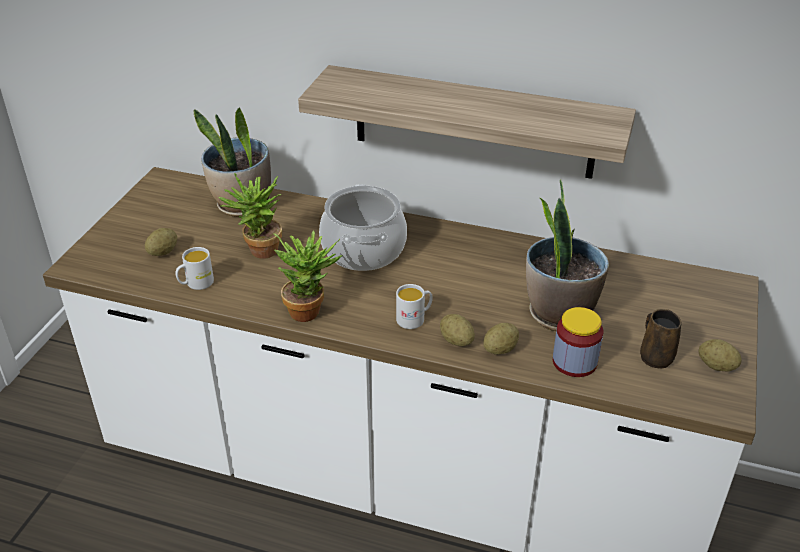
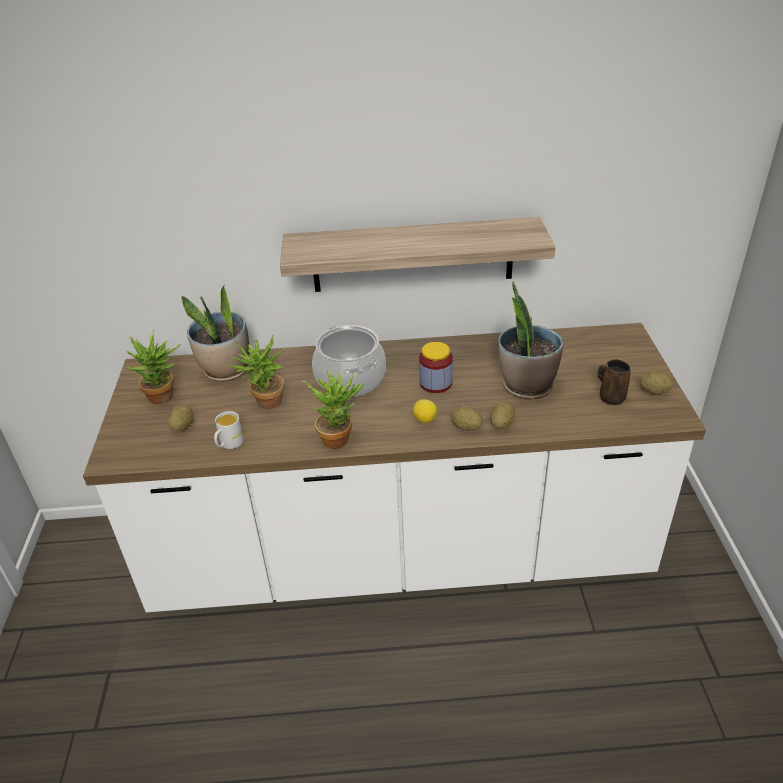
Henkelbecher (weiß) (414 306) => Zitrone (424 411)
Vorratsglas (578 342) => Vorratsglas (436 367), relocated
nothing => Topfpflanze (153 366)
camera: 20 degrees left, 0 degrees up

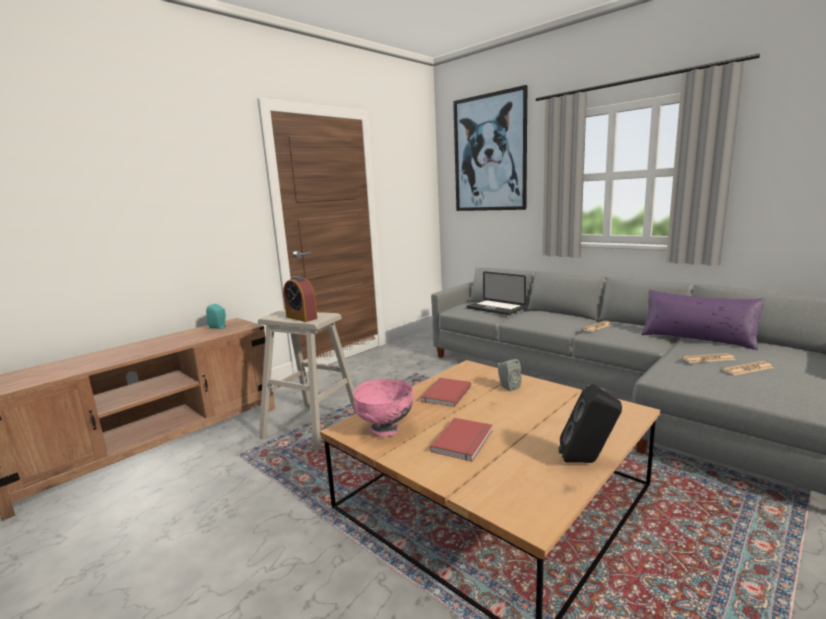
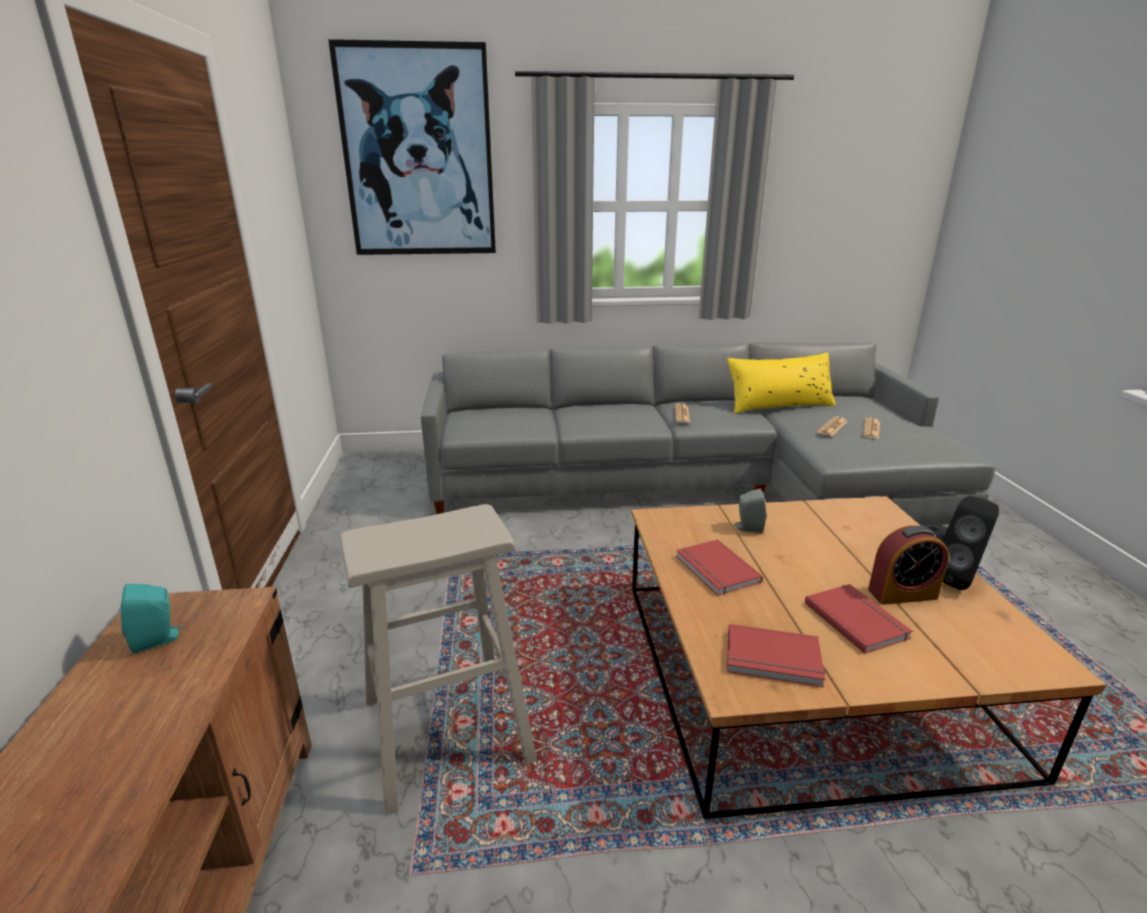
Wecker (300 299) => Wecker (908 565), relocated
Schüssel (rosa) (384 408) => Buch (rot) (776 655)
Laptop (496 293) => nothing
Kissen (lila) (703 320) => Kissen (gelb) (781 383)
camera: 50 degrees left, 10 degrees up

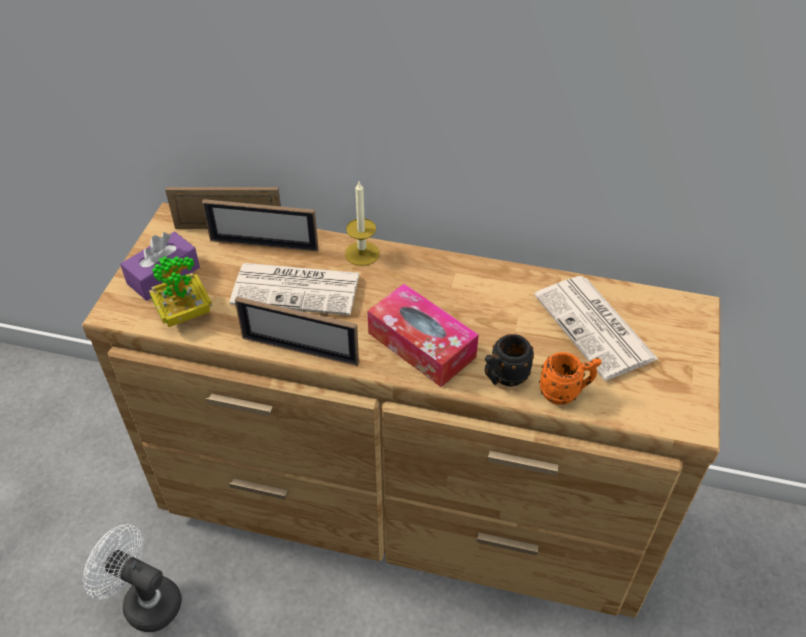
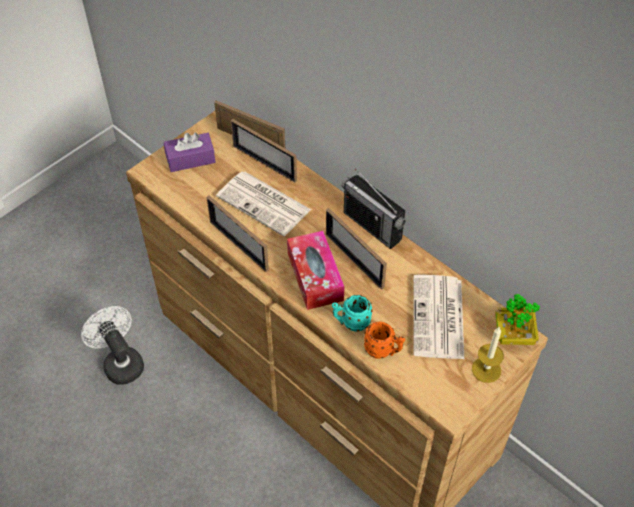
Topfpflanze (180 291) => Topfpflanze (517 319), relocated
Kerze (362 224) => Kerze (488 355), relocated
Henkelbecher (schwarz) (509 360) => Henkelbecher (türkis) (352 313)
nothing => Bilderrahmen (356 249)
nothing => Radio (374 208)
camera: 30 degrees right, 5 degrees up

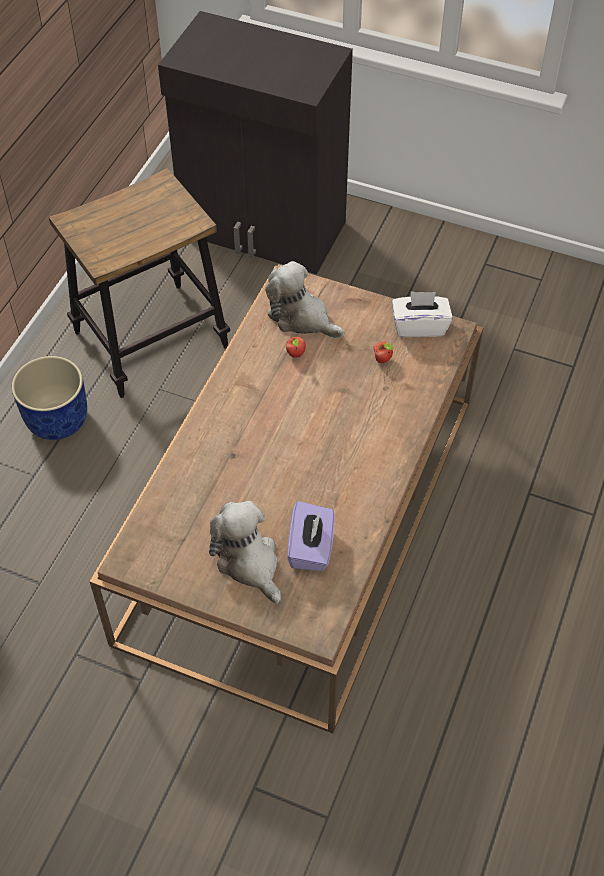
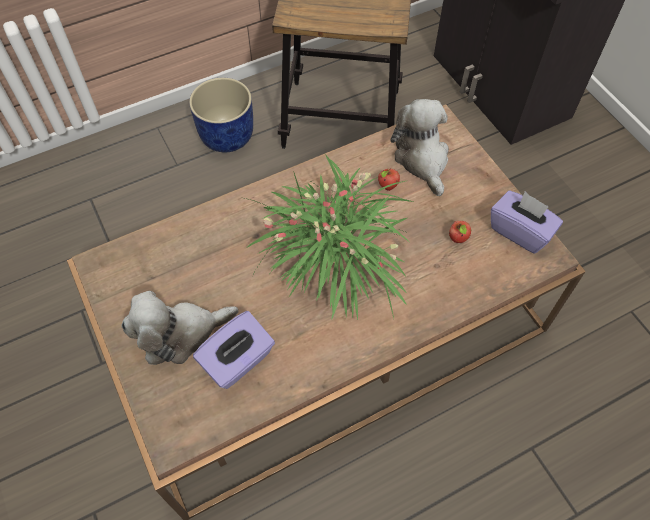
Plüschtier (245 552) => Plüschtier (179 328), 120 degrees counterclockwise
Taschentuchbox (weiß) (422 314) => Taschentuchbox (lila) (527 221)
nothing => Topfpflanze (326 237)
camera: 40 degrees right, 5 degrees up

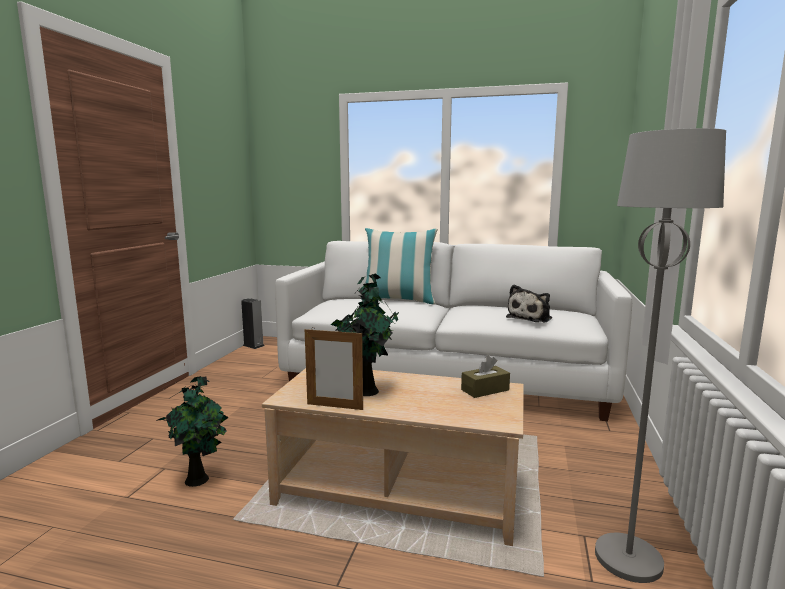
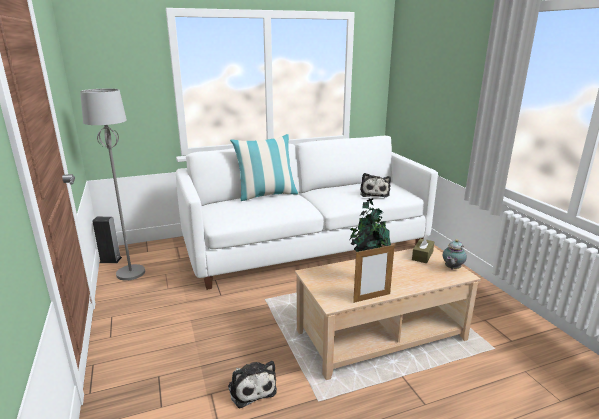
Topfpflanze (192 431) => Plüschtier (252 384)
Stehlampe (grau) (660 355) => Stehlampe (grau) (112 185), relocated
nothing => Teekanne (455 254)
camera: 35 degrees left, 10 degrees up

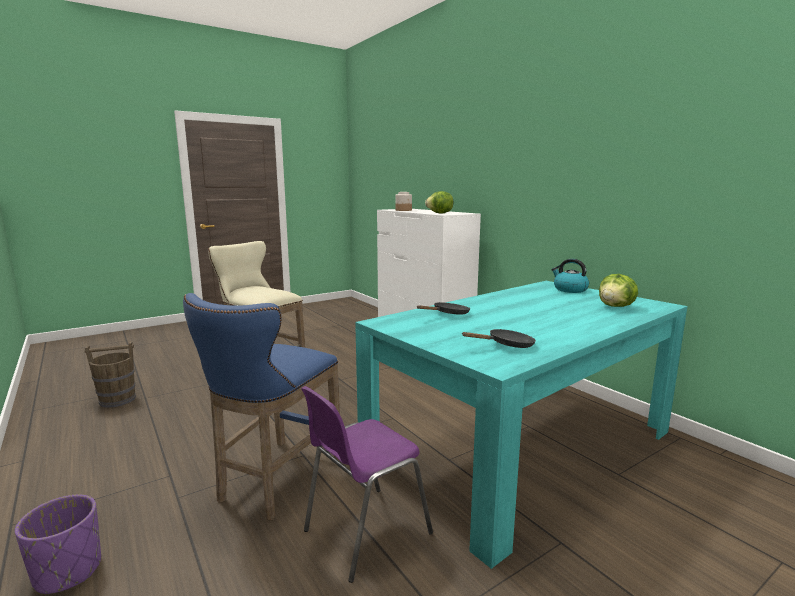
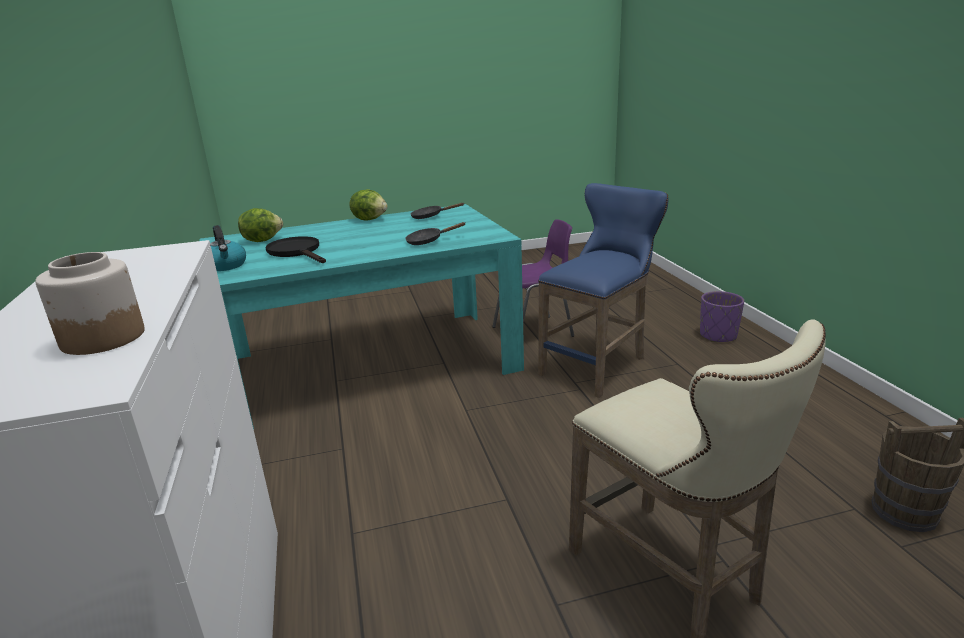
Salatkopf (439 202) => Salatkopf (369 204), relocated
nothing => Pfanne (schwarz) (296 249)
camera: 160 degrees left, 10 degrees up

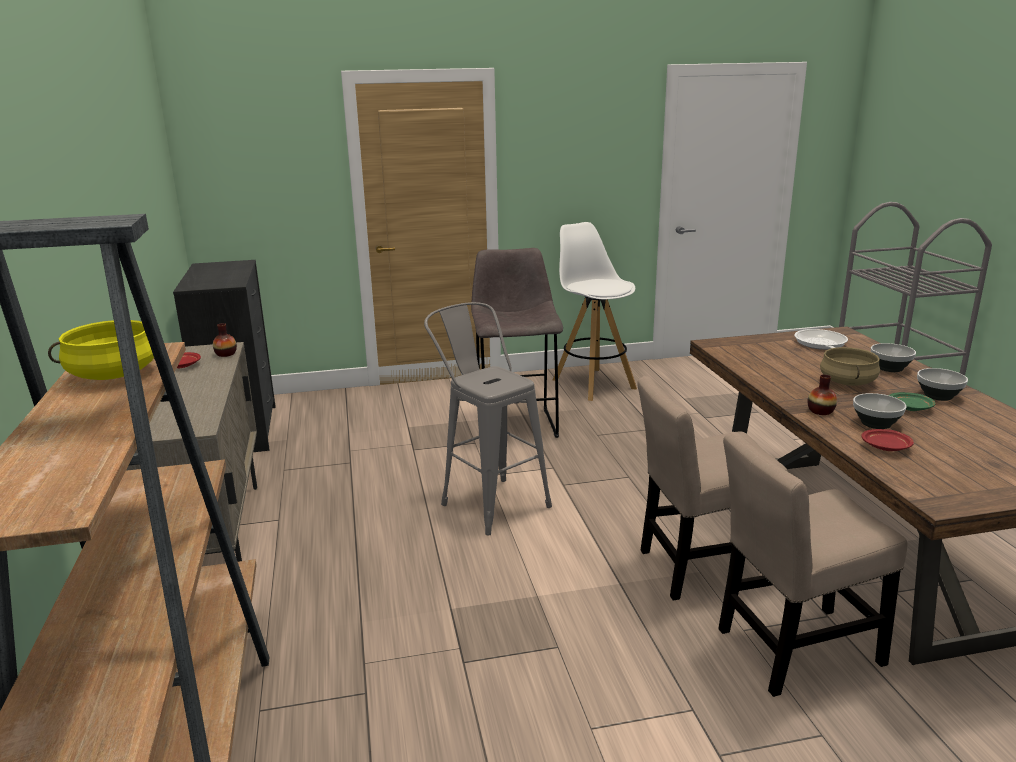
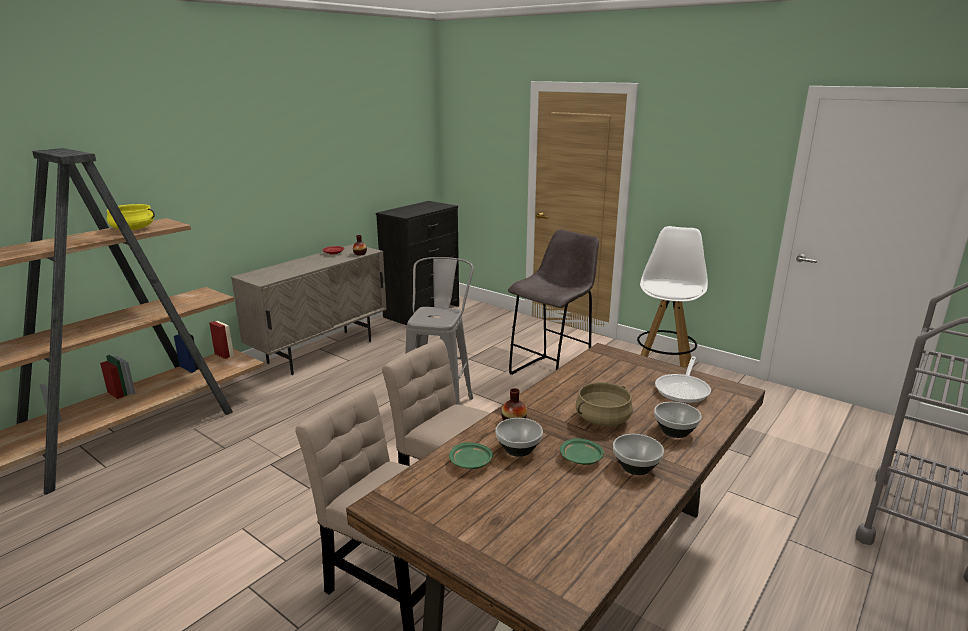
Pfanne (821 339) => Pfanne (683 379), 150 degrees clockwise
Teller (rot) (887 440) => Teller (grün) (471 455)
camera: 50 degrees right, 0 degrees up

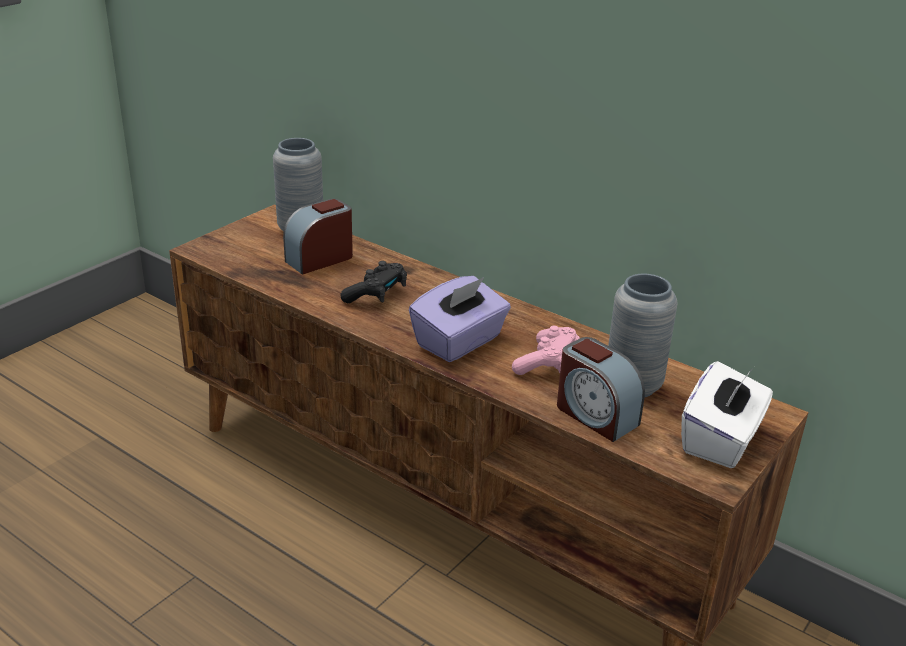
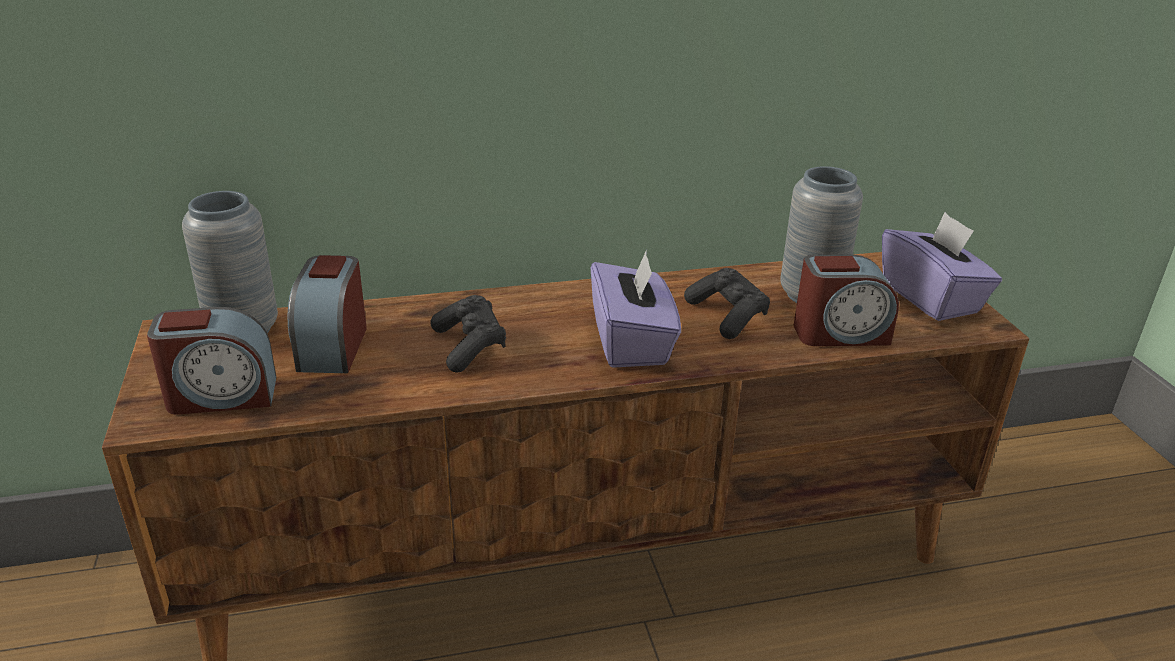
Gamepad (rosa) (546 350) => Gamepad (schwarz) (727 303)
Taschentuchbox (weiß) (727 414) => Taschentuchbox (lila) (942 266)
nothing => Wecker (211 361)
camera: 50 degrees left, 0 degrees up

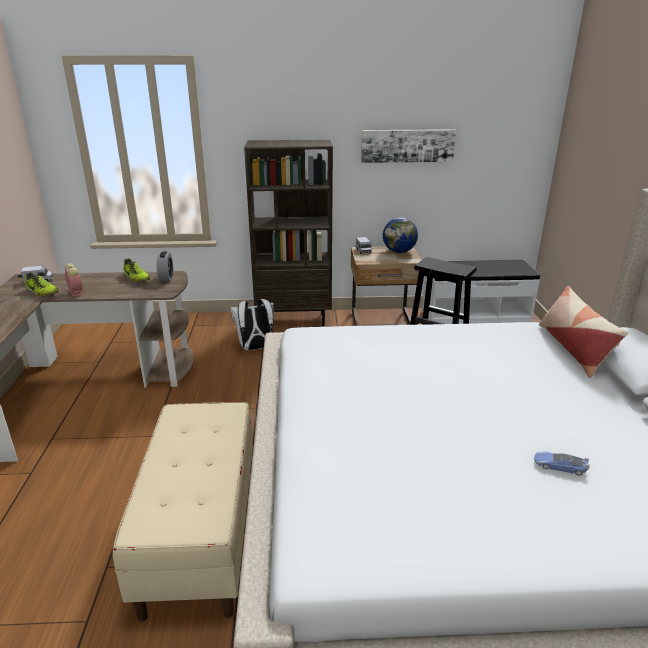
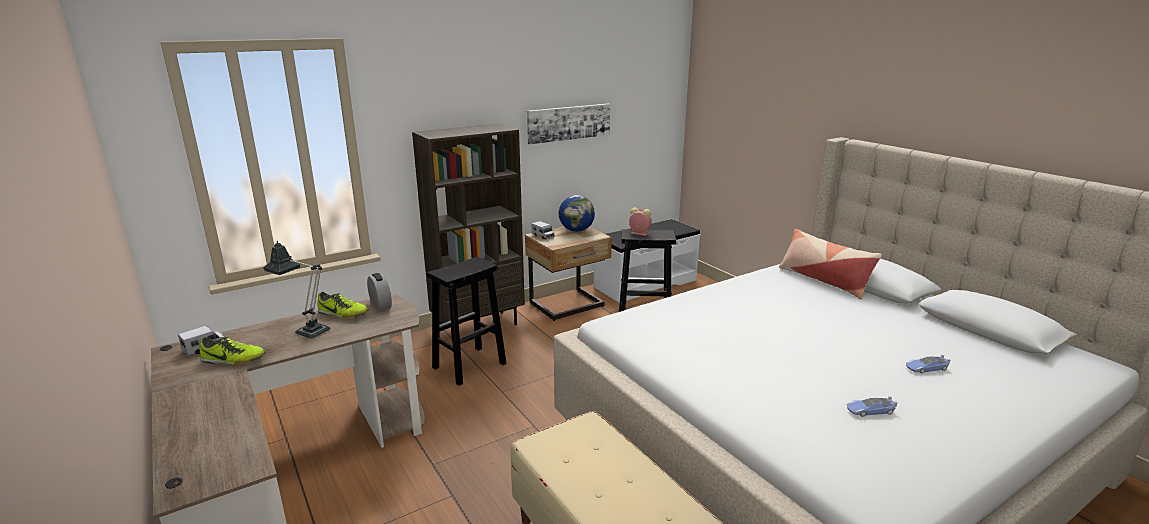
Wecker (73 280) => Wecker (640 221), relocated
Rucksack (weiß) (252 325) => Hocker (schwarz) (466 321)
nothing => Tischlampe (297 290)
nothing => Spielzeugauto (872 406)
camera: 30 degrees left, 5 degrees down

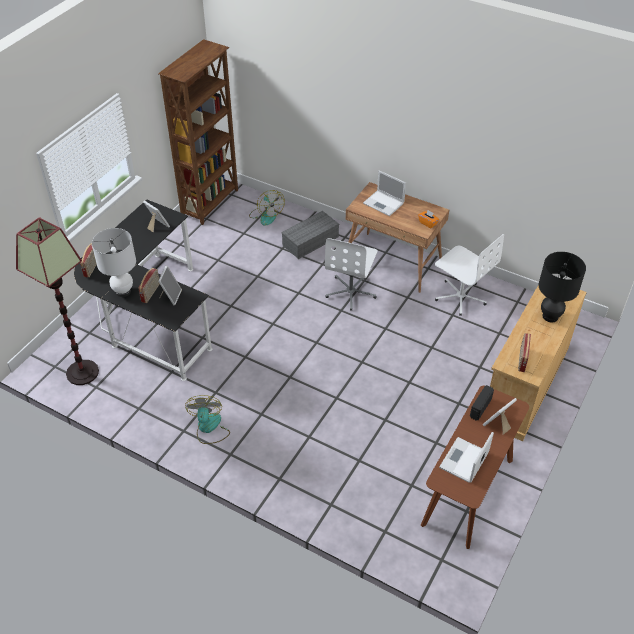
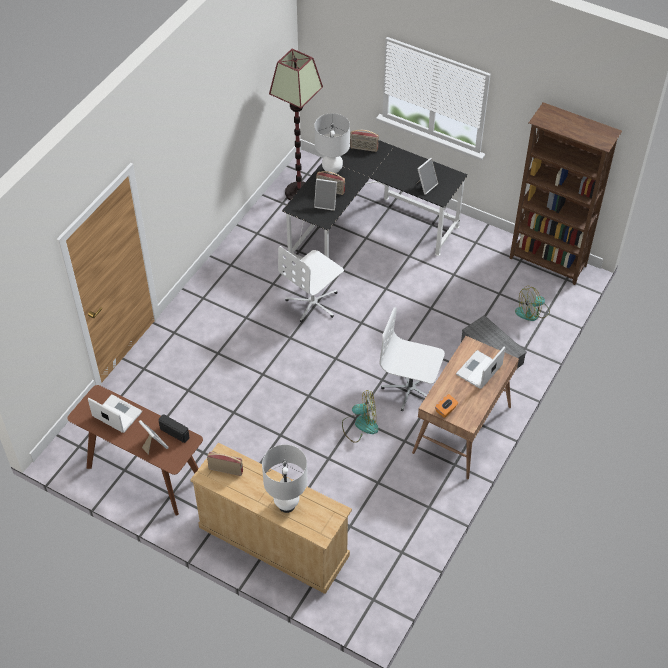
Ventilator (207 419) => Ventilator (360 416), relocated
Bürostuhl (weiß) (469 275) => Bürostuhl (weiß) (311 284), relocated
Tischlampe (schwarz) (562 287) => Tischlampe (weiß) (285 479)
camera: 90 degrees right, 5 degrees up

